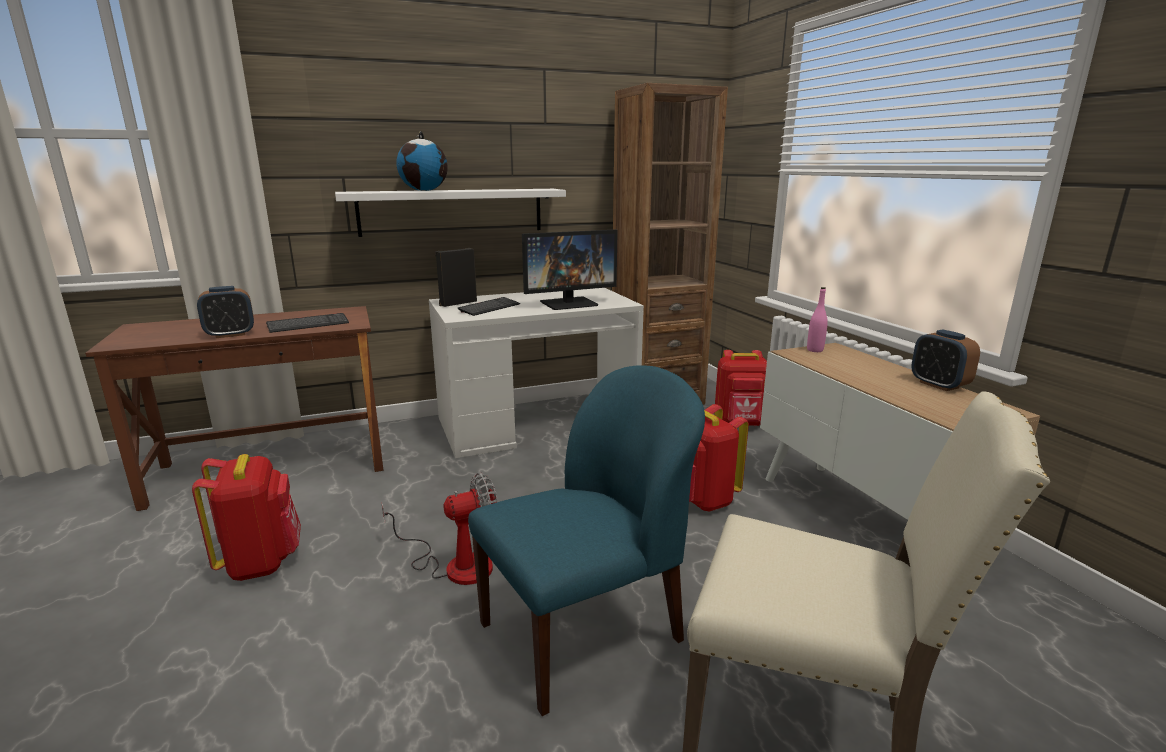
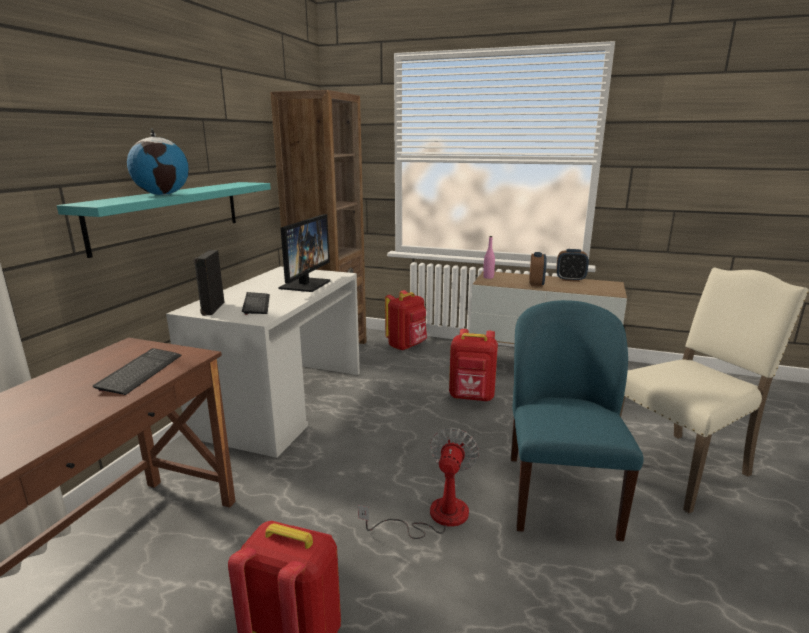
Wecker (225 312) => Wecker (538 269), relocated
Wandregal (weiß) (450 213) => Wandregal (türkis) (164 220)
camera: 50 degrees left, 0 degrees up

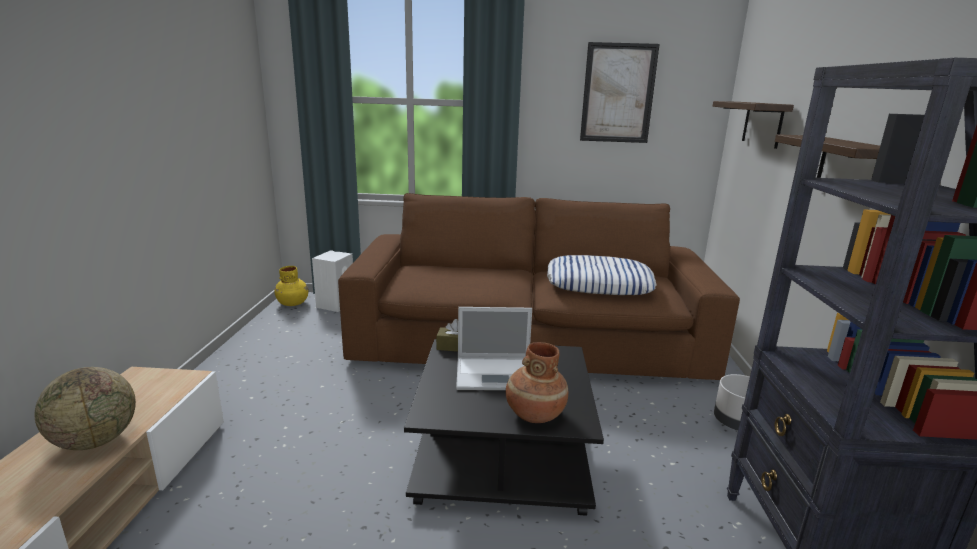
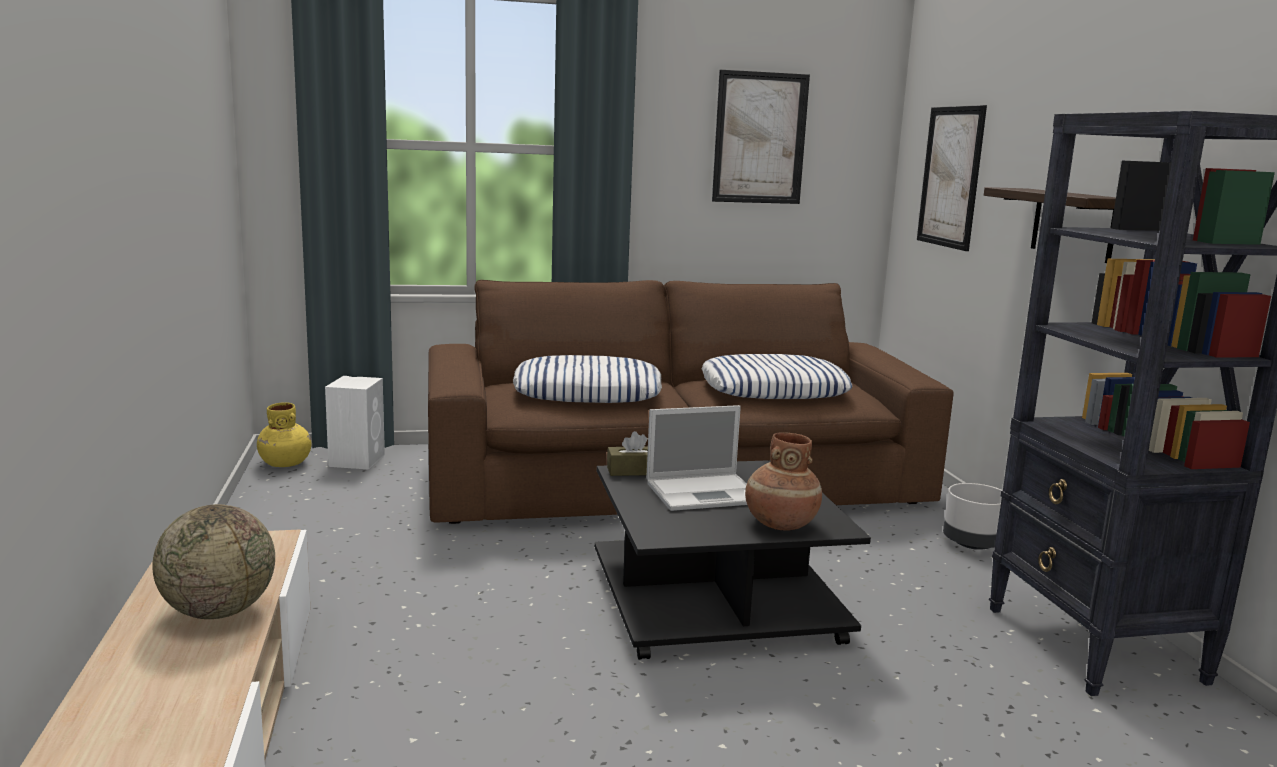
Wandregal (753 125) => Bild (952 178)
nothing => Kissen (587 379)
camera: 15 degrees left, 5 degrees down

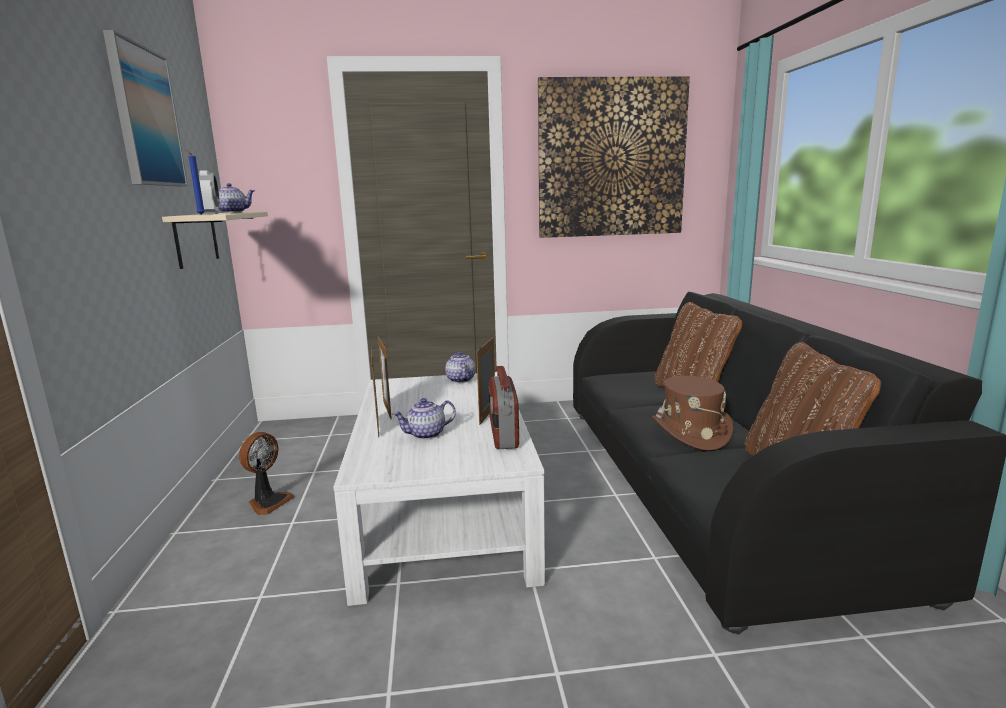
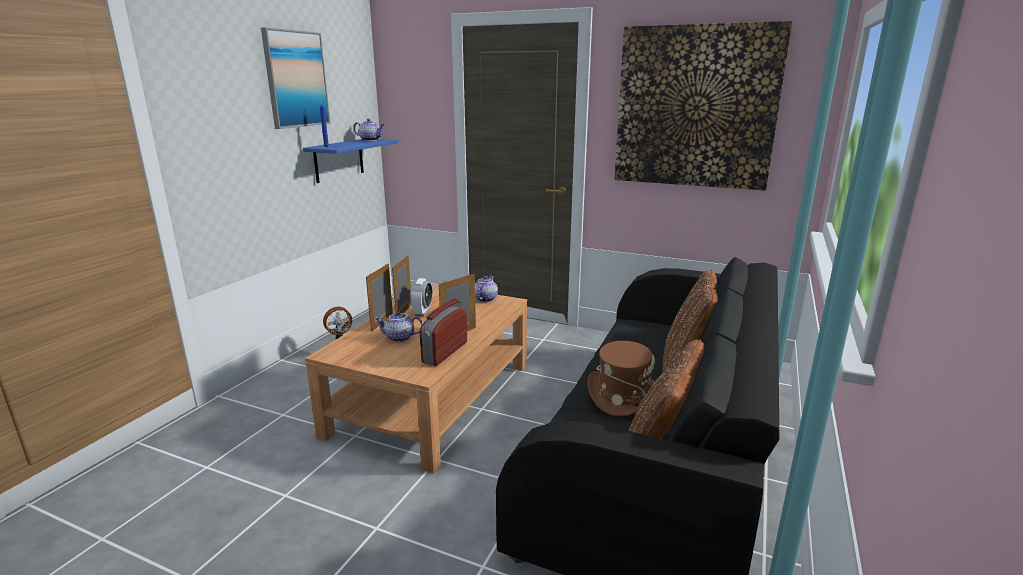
Wandregal (beige) (215 240) => Wandregal (blau) (350 161)
Wecker (209 192) => Wecker (421 297), relocated
Couchtisch (weiß) (439 489) => Couchtisch (braun) (416 378)
camera: 30 degrees right, 5 degrees up

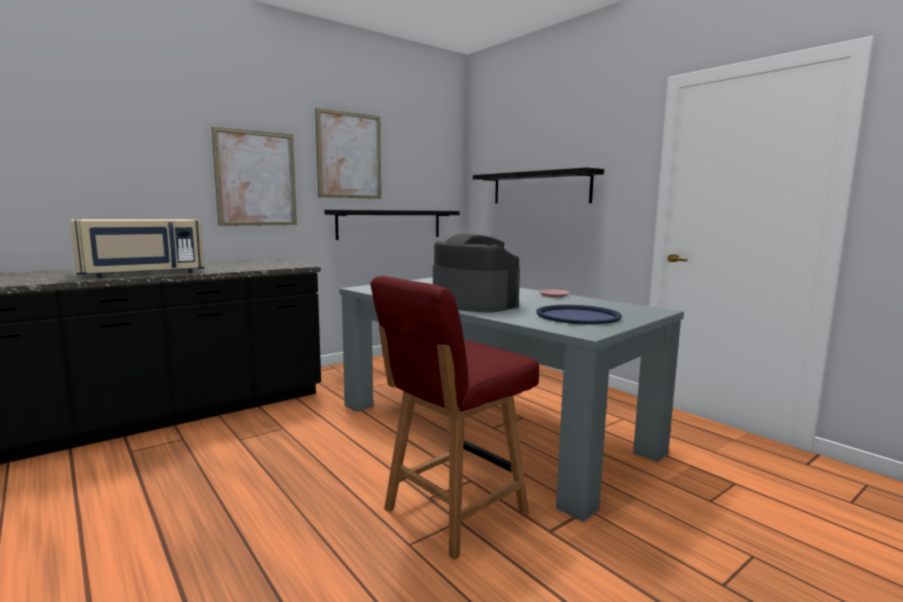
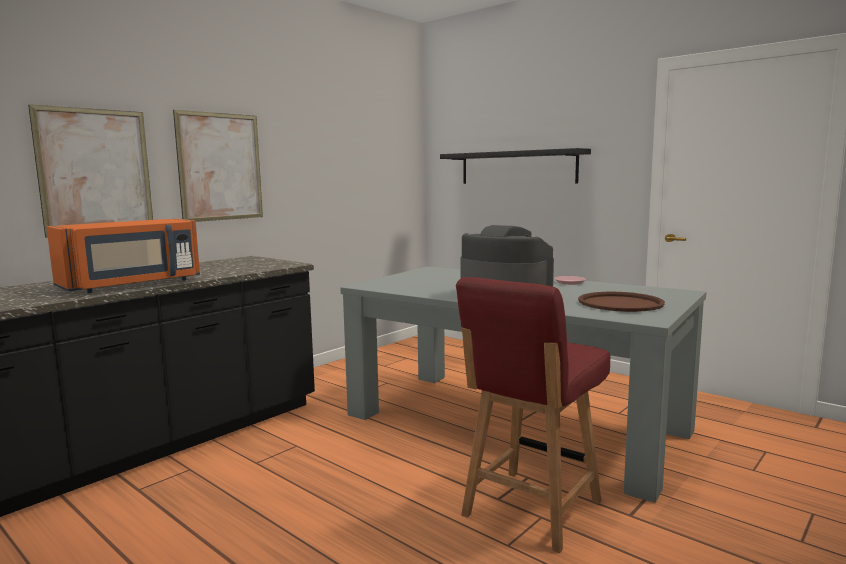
Mikrowelle (beige) (137 248) => Mikrowelle (orange) (123 256)
Bild (348 153) => Bild (90 171), relocated
Wandregal (schwarz) (392 225) => nothing
Tablett (blau) (579 315) => Tablett (braun) (621 302)
camera: 10 degrees left, 0 degrees up

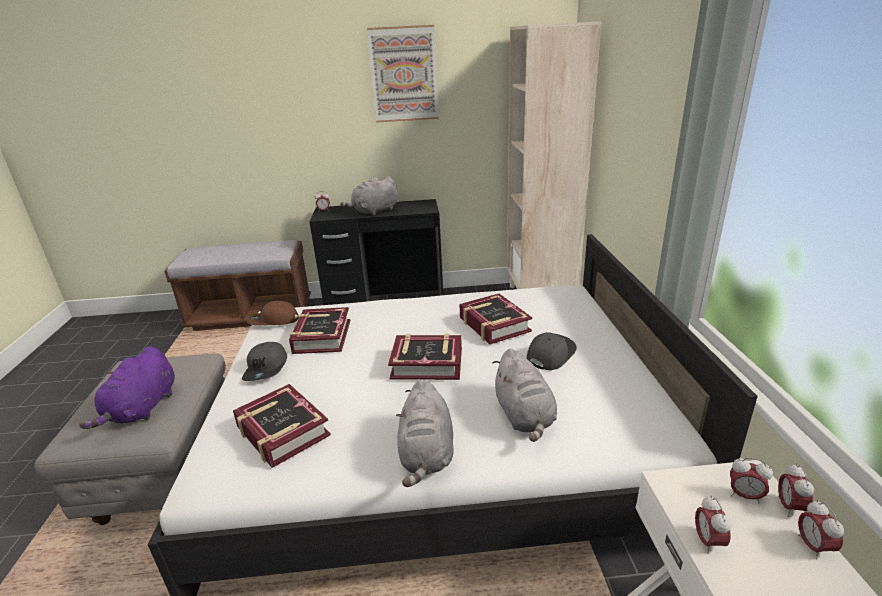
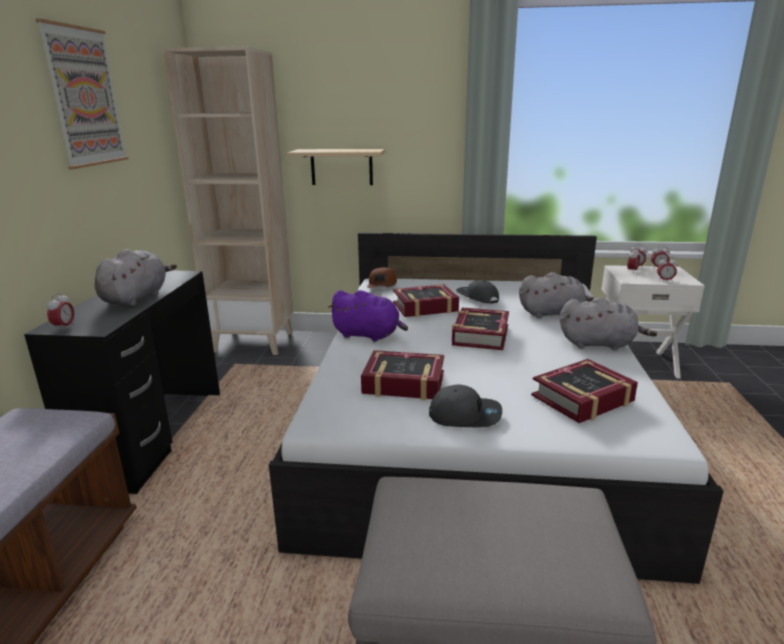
Plüschtier (lila) (127 387) => Plüschtier (lila) (368 316), relocated
Kappe (braun) (273 313) => Kappe (braun) (382 277), relocated
Plüschtier (grau) (369 196) => Plüschtier (grau) (136 277), 135 degrees counterclockwise
nothing => Wandregal (beige) (336 167)
camera: 80 degrees left, 5 degrees down

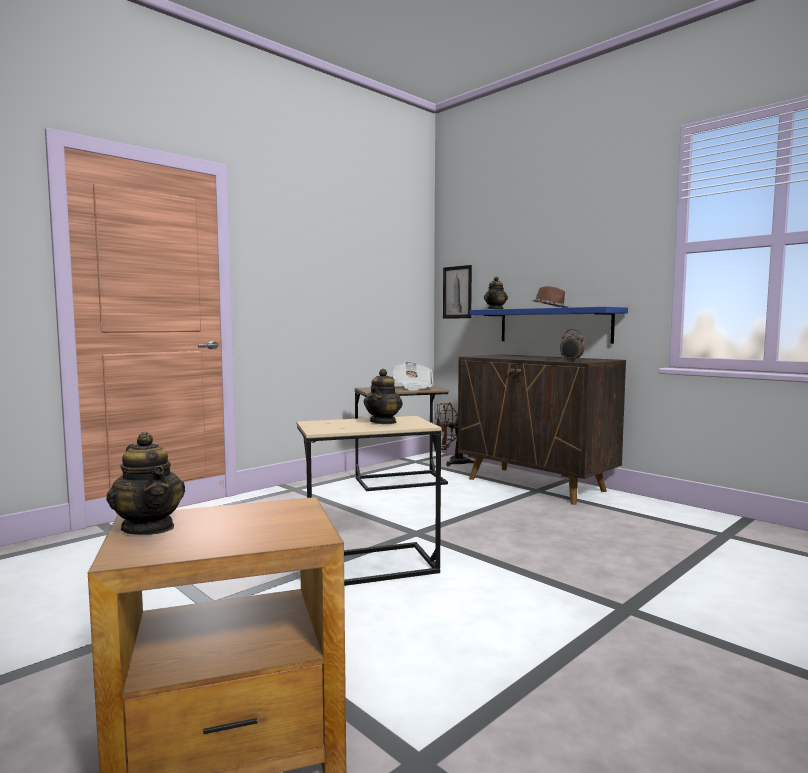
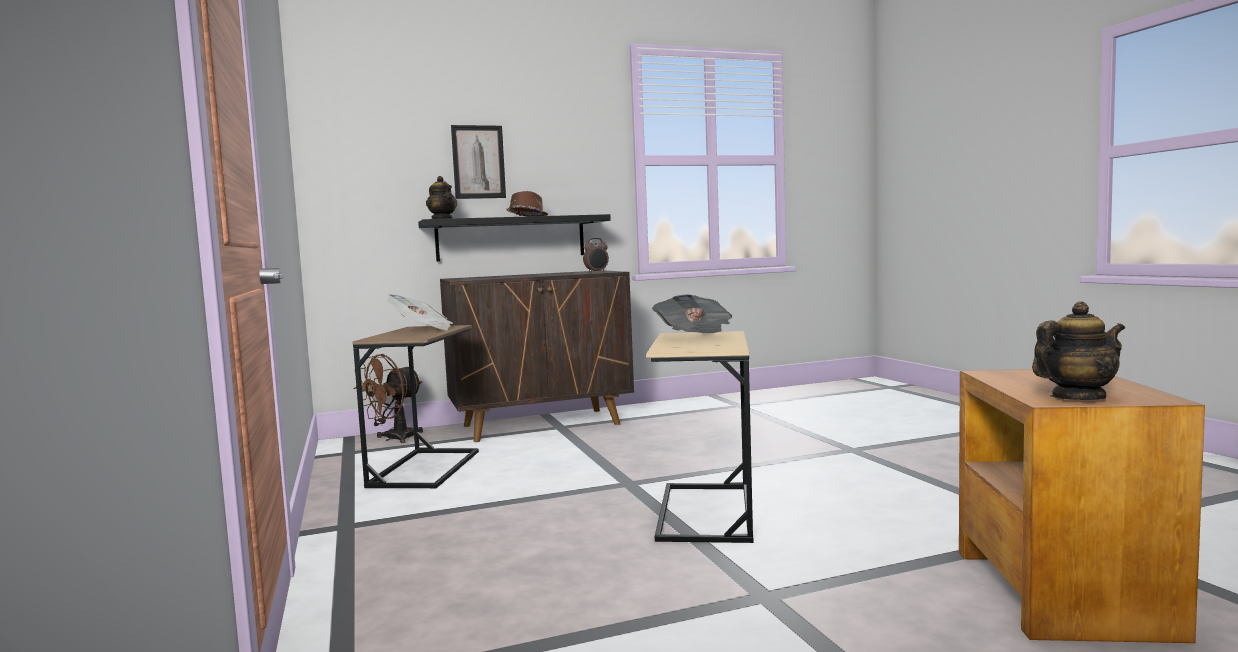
Teekanne (383 396) => Zeitung (692 314)
Bild (457 292) => Bild (478 162), relocated
Wandregal (blau) (549 325) => Wandregal (schwarz) (514 238)
camera: 65 degrees left, 0 degrees up

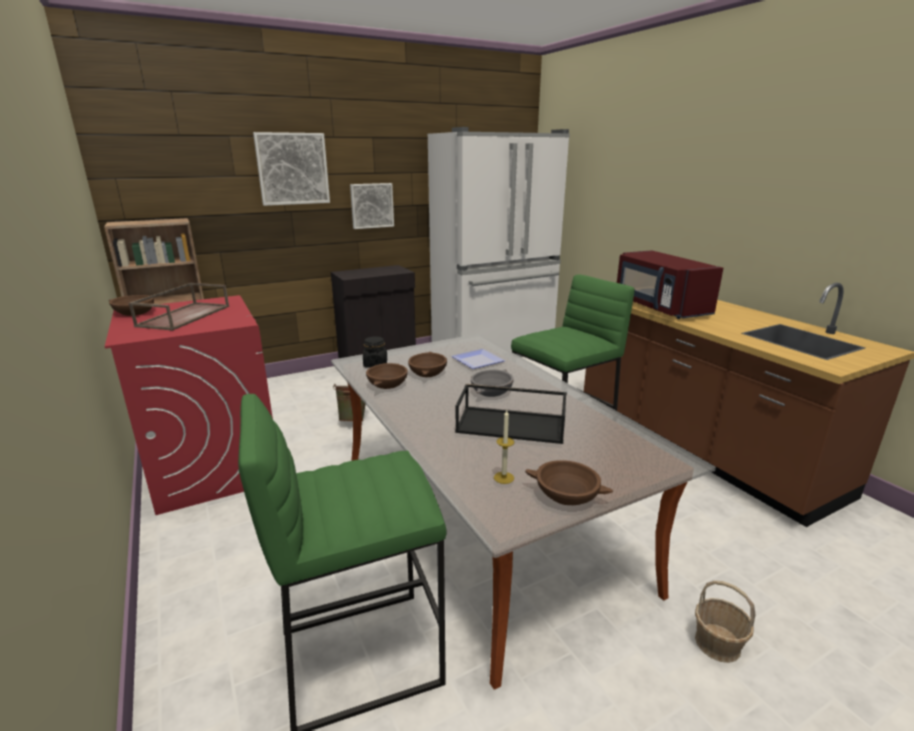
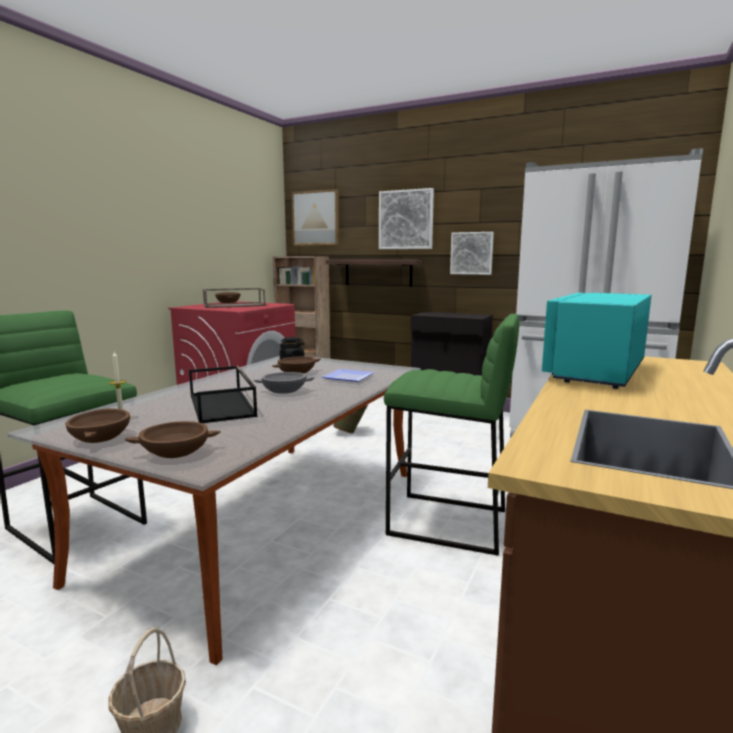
Schüssel (braun) (387 376) => Schüssel (braun) (173 439), relocated
Mikrowelle (rot) (670 284) => Mikrowelle (türkis) (597 341)
nothing => Bild (315 217)
nothing => Wandregal (373 273)
camera: 55 degrees right, 10 degrees down

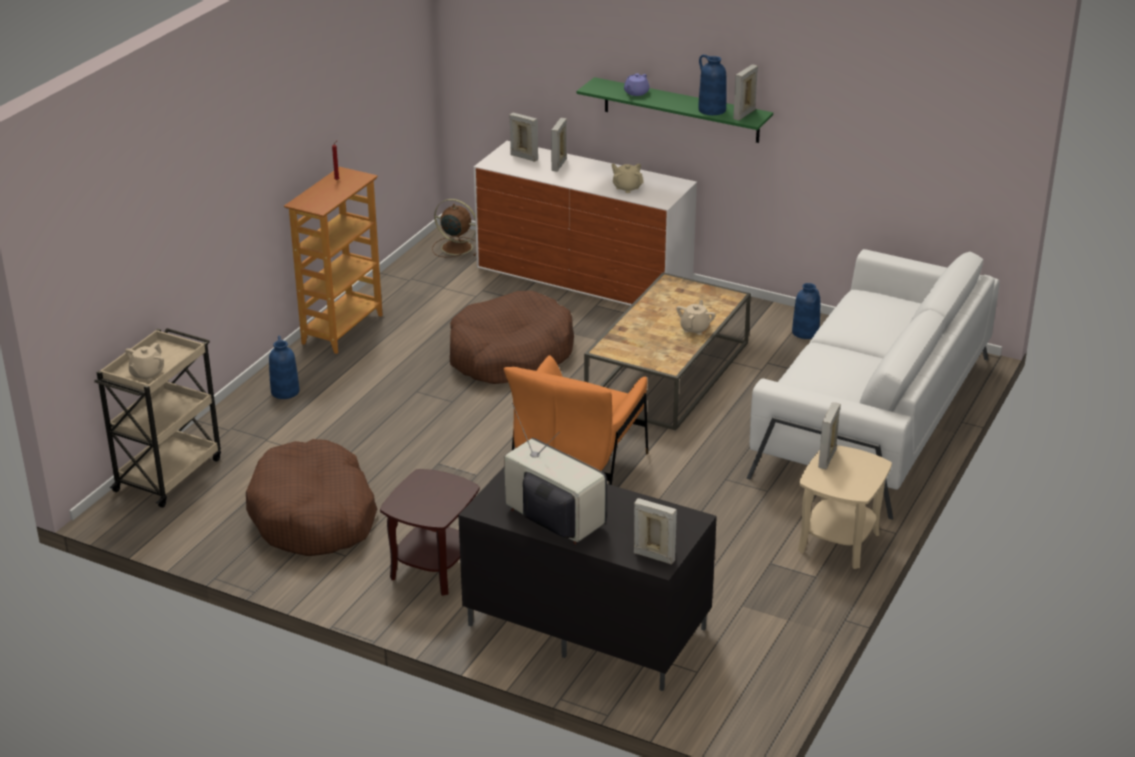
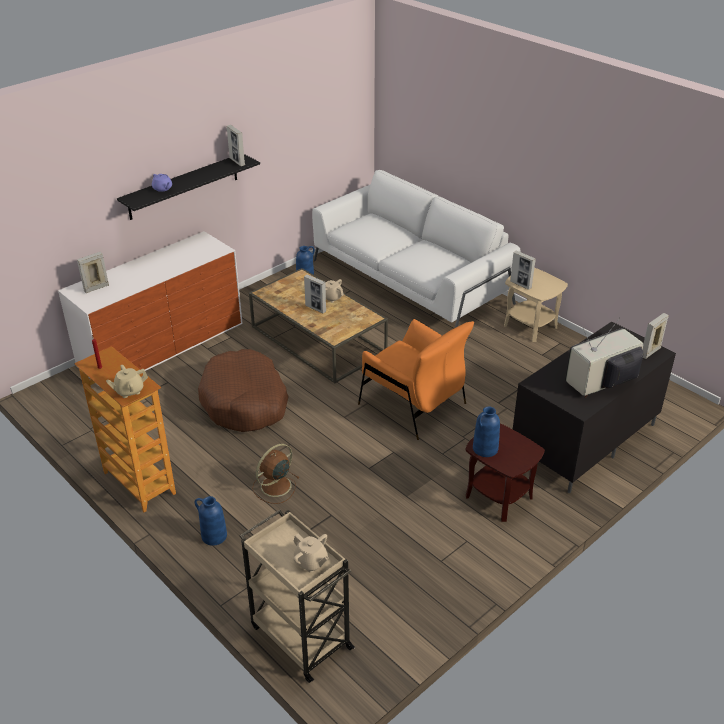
Hundebett (braun) (311 497) => nothing
Ventilator (braun) (454 228) => Ventilator (braun) (276 474), relocated
Bilderrahmen (559 145) => Bilderrahmen (315 293), relocated
Wandregal (grün) (675 110) => Wandregal (schwarz) (188 187)
Teekanne (beige) (627 178) => Teekanne (beige) (127 381), relocated
Vase (blau) (712 84) => Vase (blau) (486 432), relocated
camera: 70 degrees left, 5 degrees up

